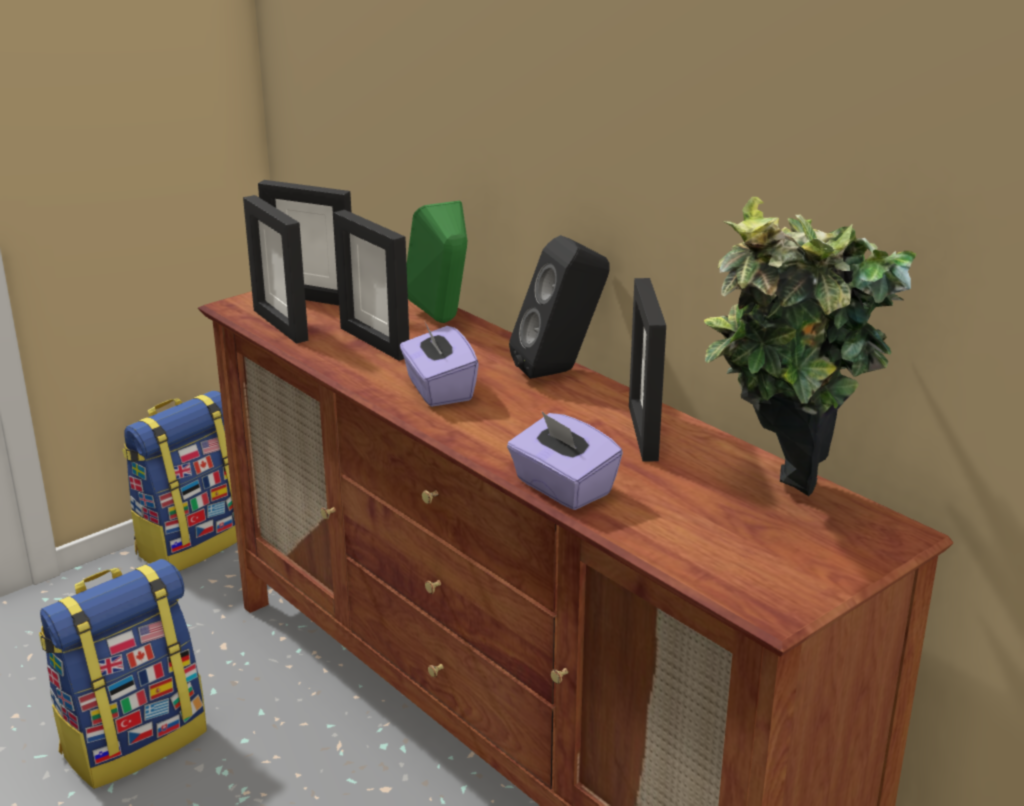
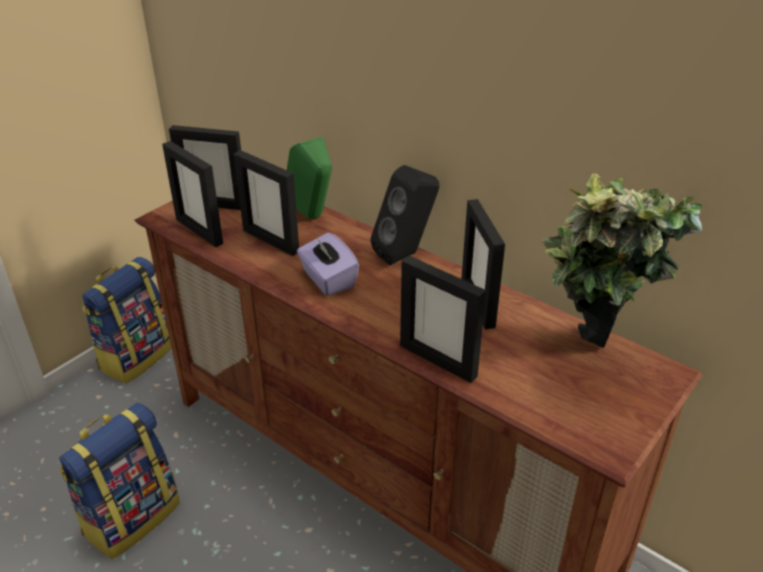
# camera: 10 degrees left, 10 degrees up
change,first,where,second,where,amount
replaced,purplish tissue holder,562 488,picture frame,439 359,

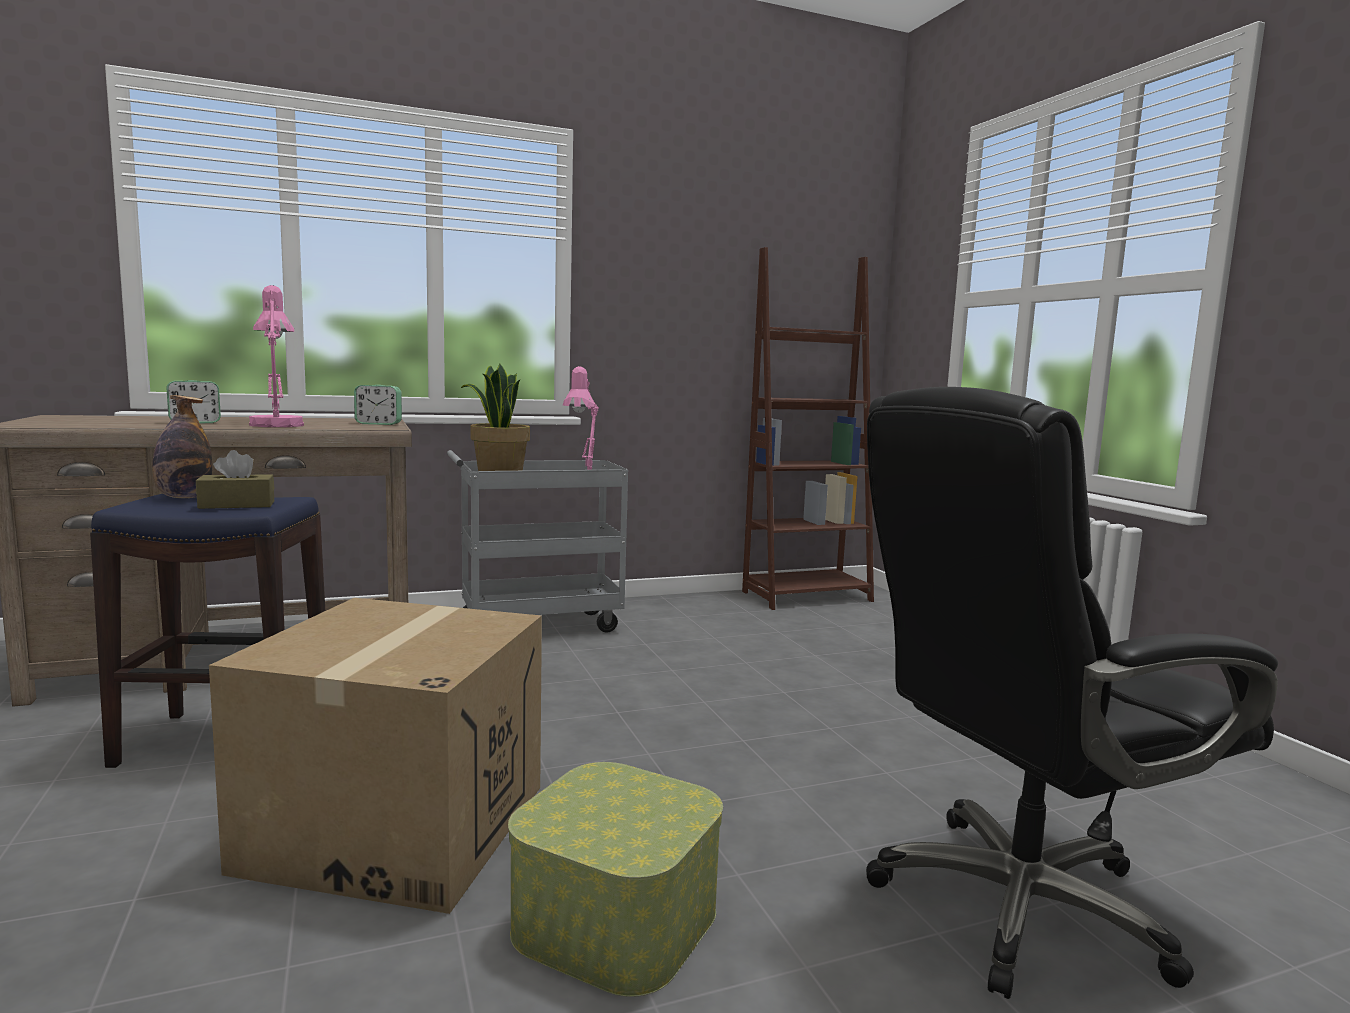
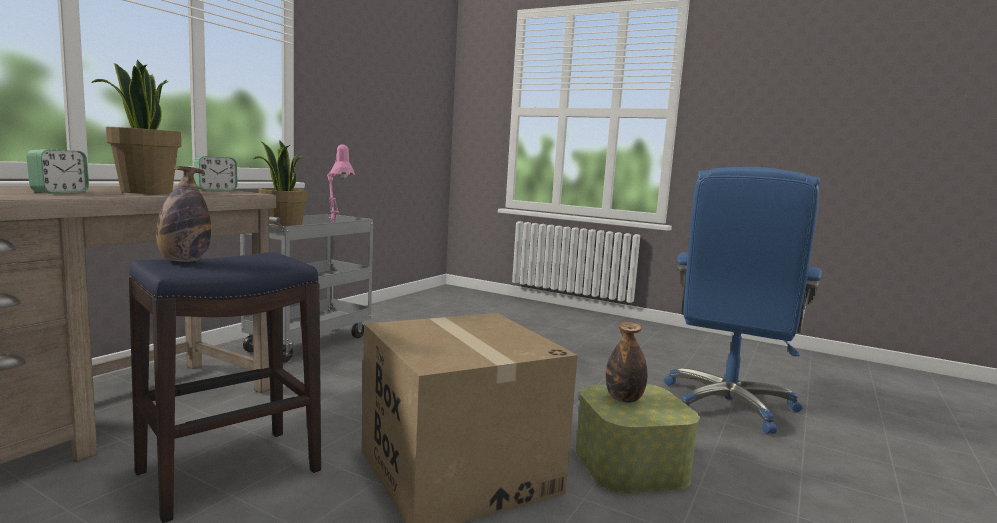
# camera: 40 degrees left, 0 degrees up
change,first,where,second,where,amount
removed,brown shelving unit,806 596,,,
replaced,pinkish tabletop lamp,277 424,potted plant,145 192,
recoloured,black office chair,1024 902,bluish office chair,728 402,
removed,brown tissue holder,237 505,,,
added,,,drink bottle,624 399,

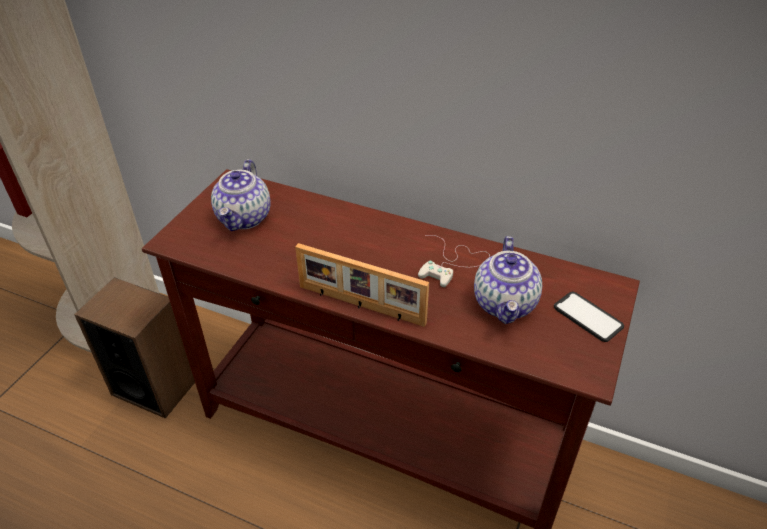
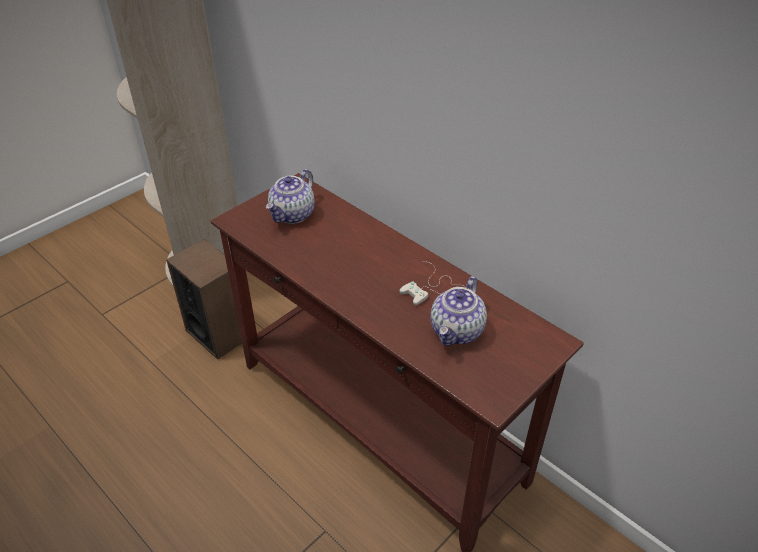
# camera: 20 degrees right, 0 degrees up
change,first,where,second,where,amount
removed,picture frame,360 306,,,
removed,telephone,587 317,,,

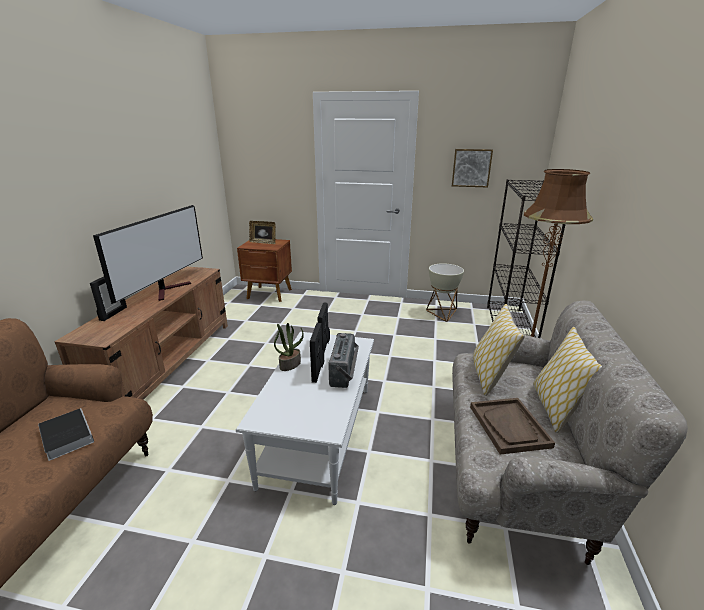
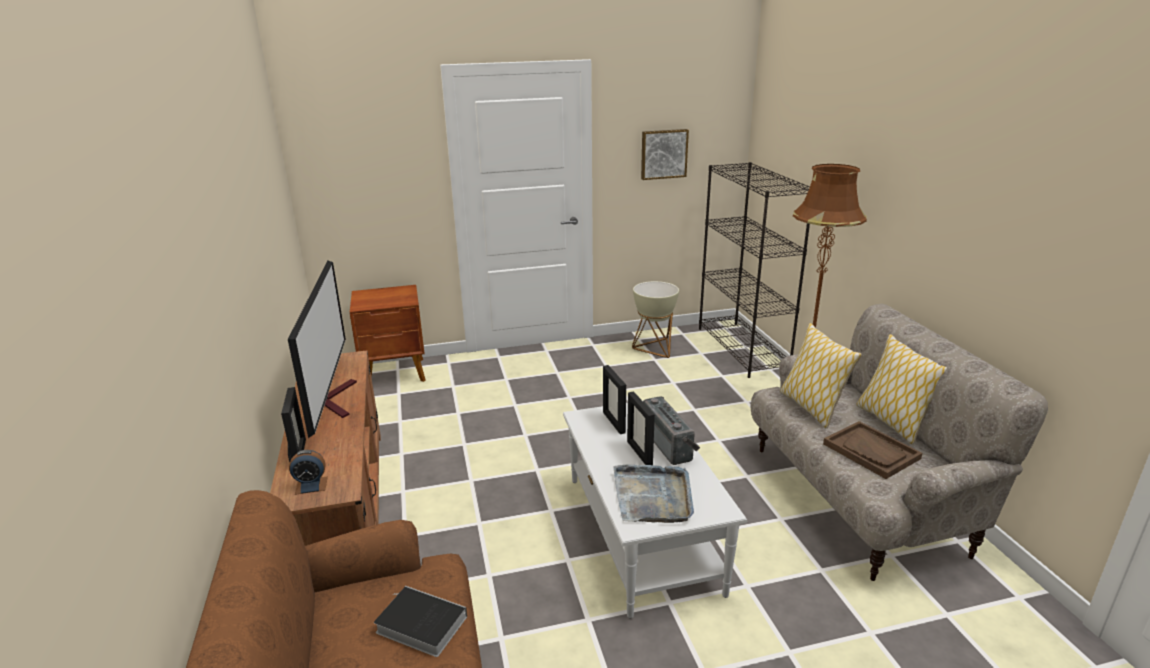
# camera: 25 degrees left, 0 degrees up
change,first,where,second,where,amount
removed,picture frame,263 242,,,
removed,potted plant,290 364,,,
added,,,bedside clock,311 485,
added,,,greyish serving tray,653 496,

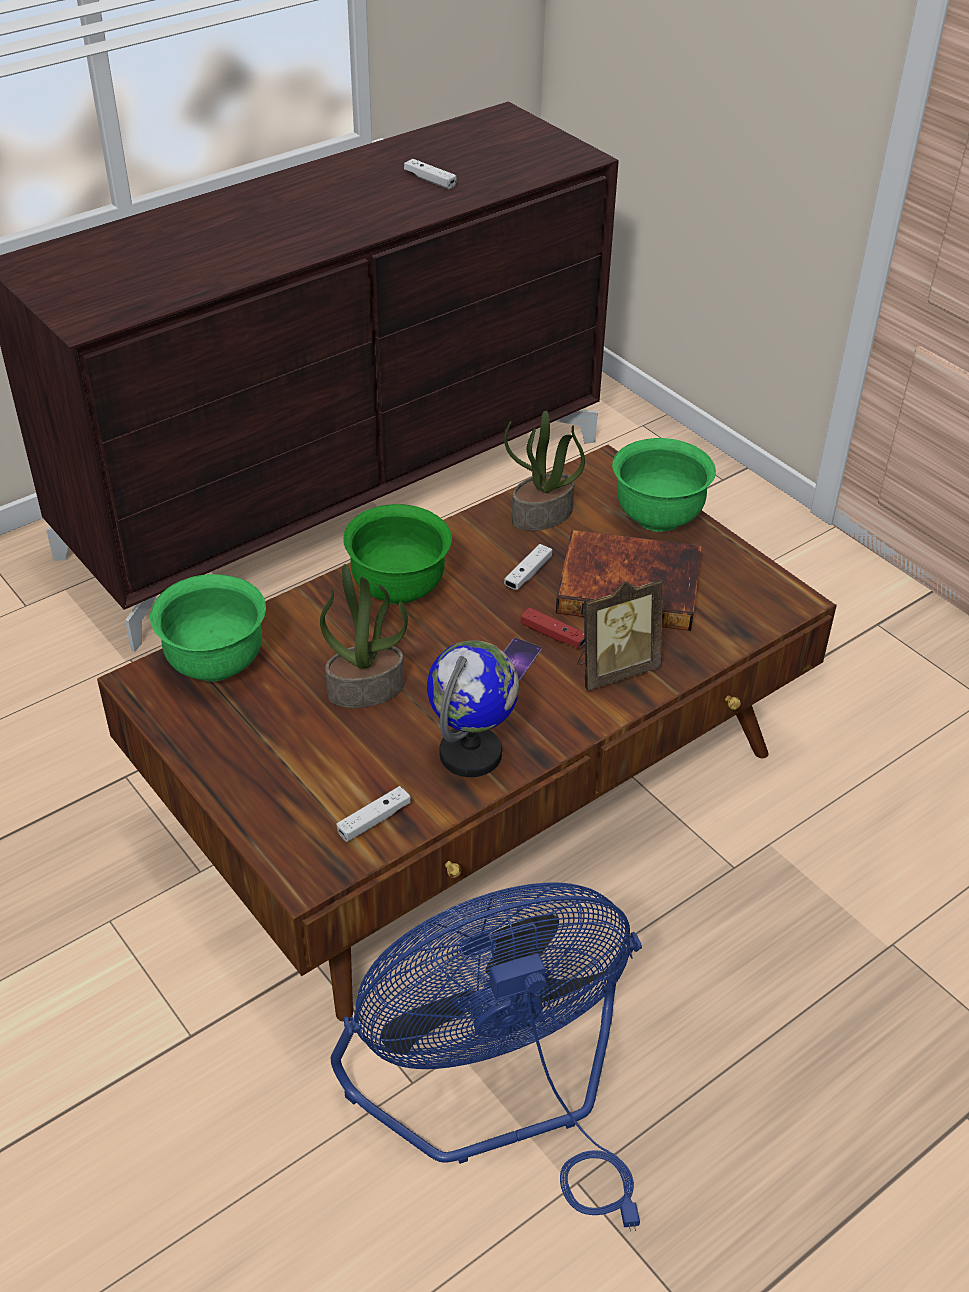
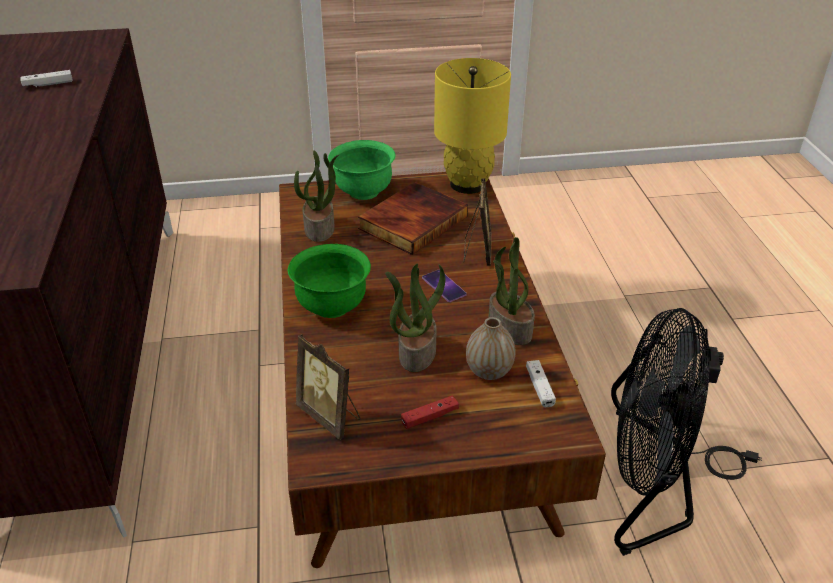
# camera: 60 degrees left, 5 degrees down
change,first,where,second,where,amount
removed,white-coloured gamepad,528 574,,,
replaced,green-coloured bowl,216 663,picture frame,330 416,
moved,red-coloured gamepad,553 635,,429 417,
replaced,globe,471 754,potted plant,508 328,
recoloured,bluish fan,511 1101,black fan,658 476,
added,,,yellowish tabletop lamp,467 184,
added,,,decorative vase,489 371,

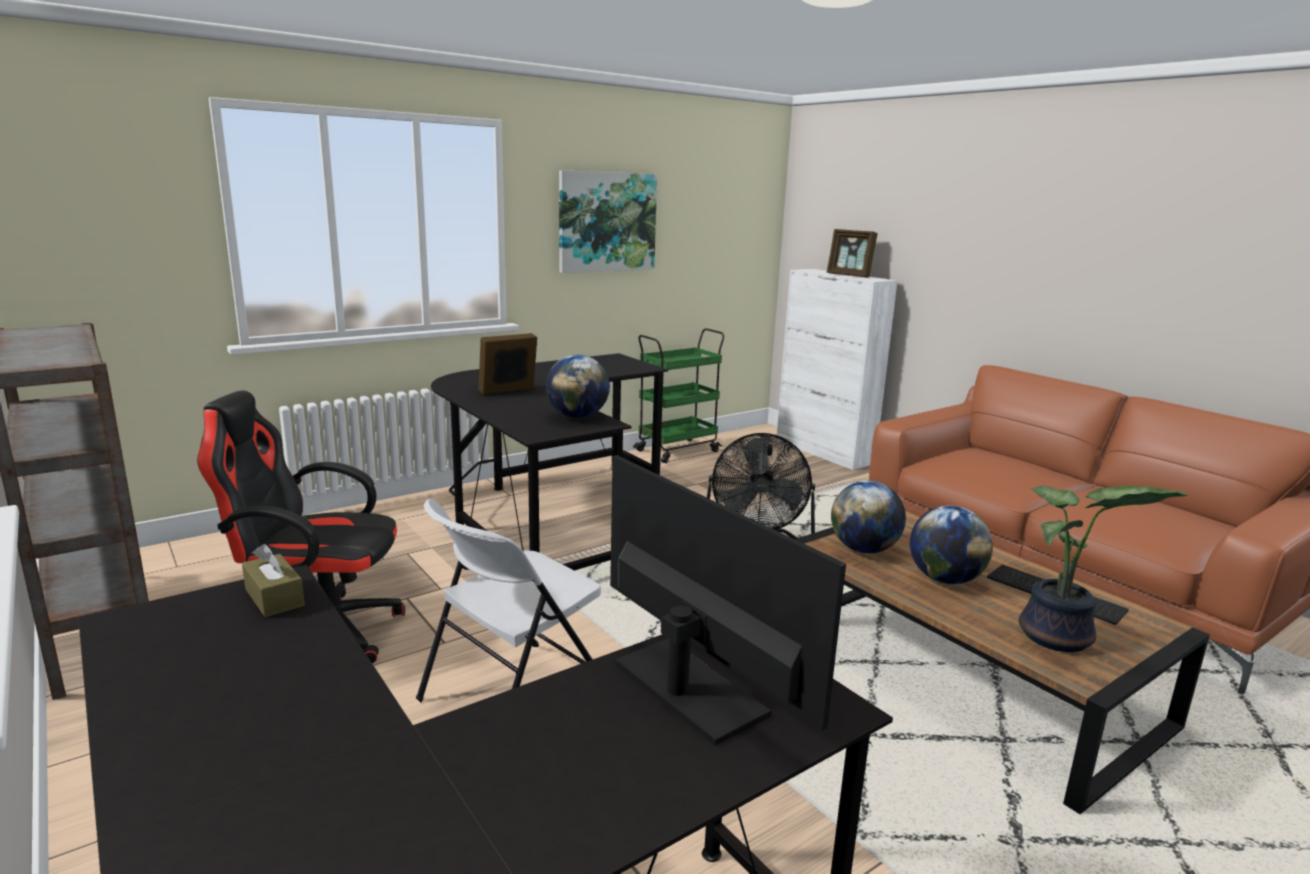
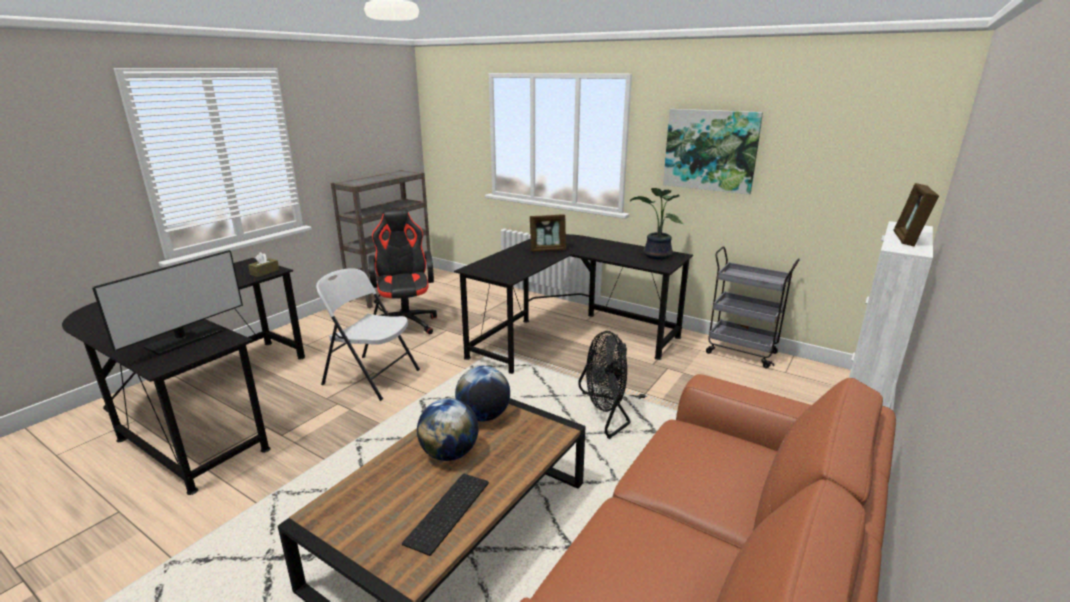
# camera: 70 degrees right, 5 degrees up
change,first,where,second,where,amount
recoloured,green-coloured wheeled cart,678 451,greyish wheeled cart,742 353,
turned,picture frame,508 391,,548 250,135 degrees clockwise
removed,globe,577 416,,,
moved,potted plant,1057 639,,656 256,

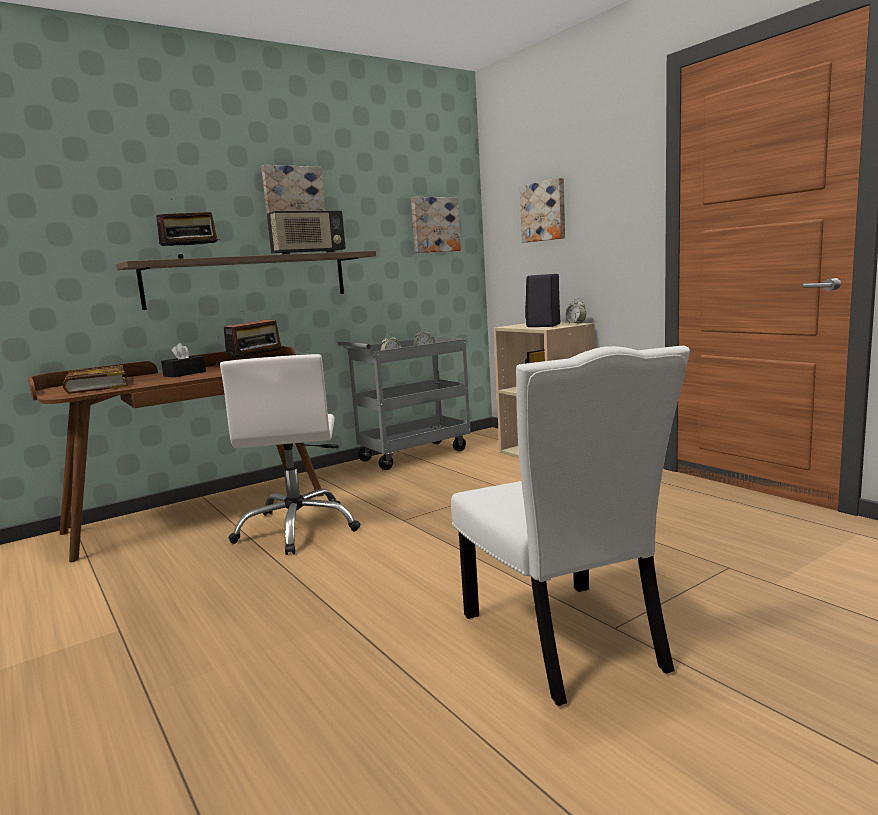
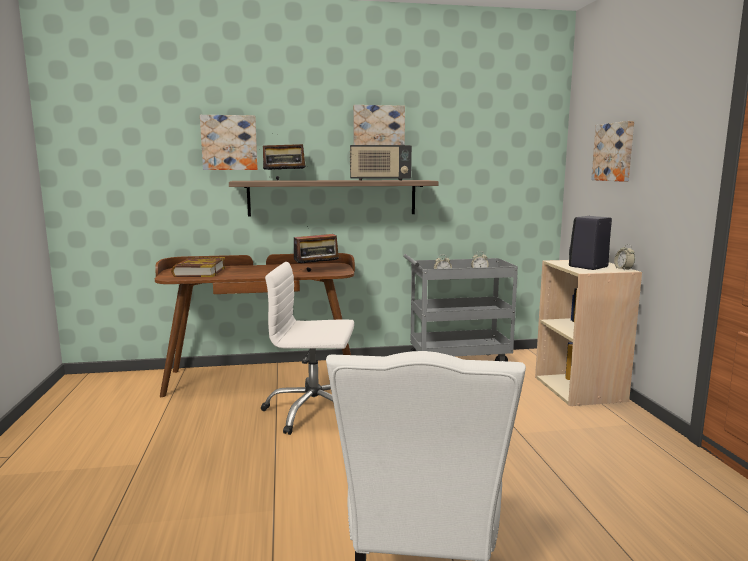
# camera: 25 degrees right, 0 degrees up
change,first,where,second,where,amount
moved,picture,434 225,,229 143,
removed,black tissue holder,185 374,,,
turned,white-coloured office chair,298 529,,313 411,75 degrees clockwise

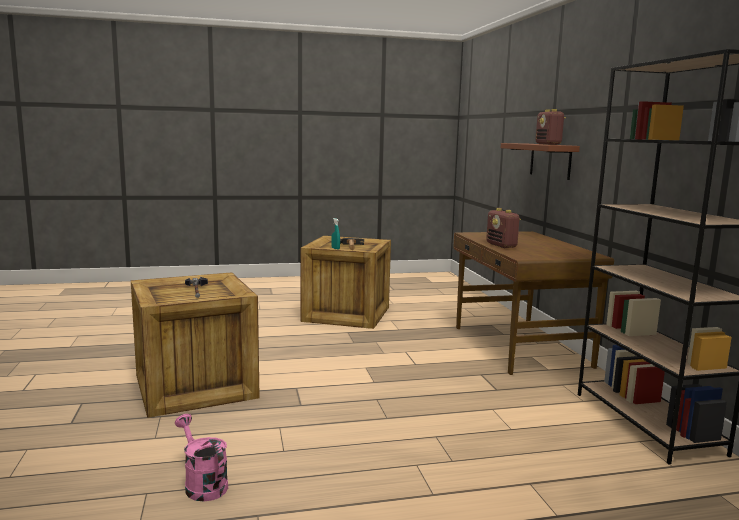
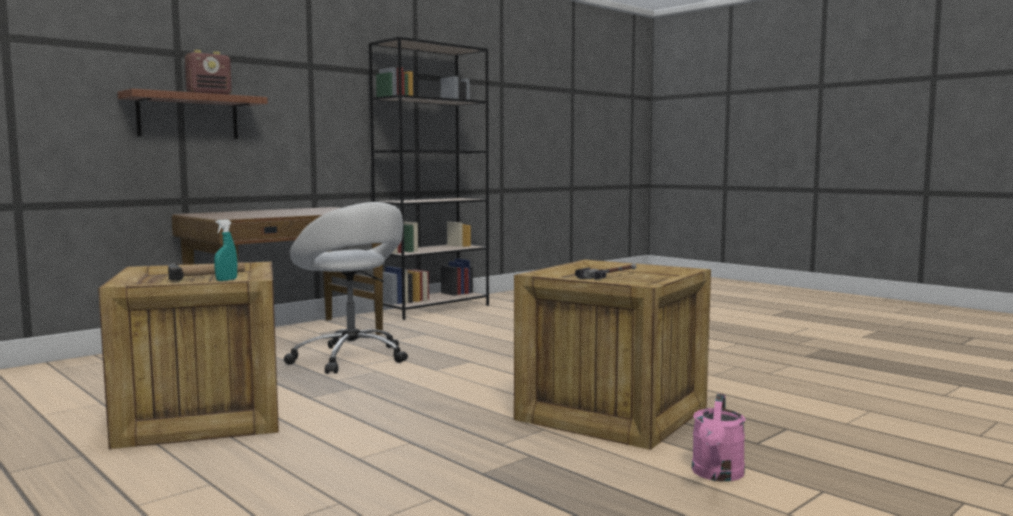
# camera: 120 degrees left, 5 degrees down
change,first,where,second,where,amount
removed,radio,501 245,,,
moved,pinkish watering pot,202 484,,717 475,
added,,,white-coloured office chair,352 359,

